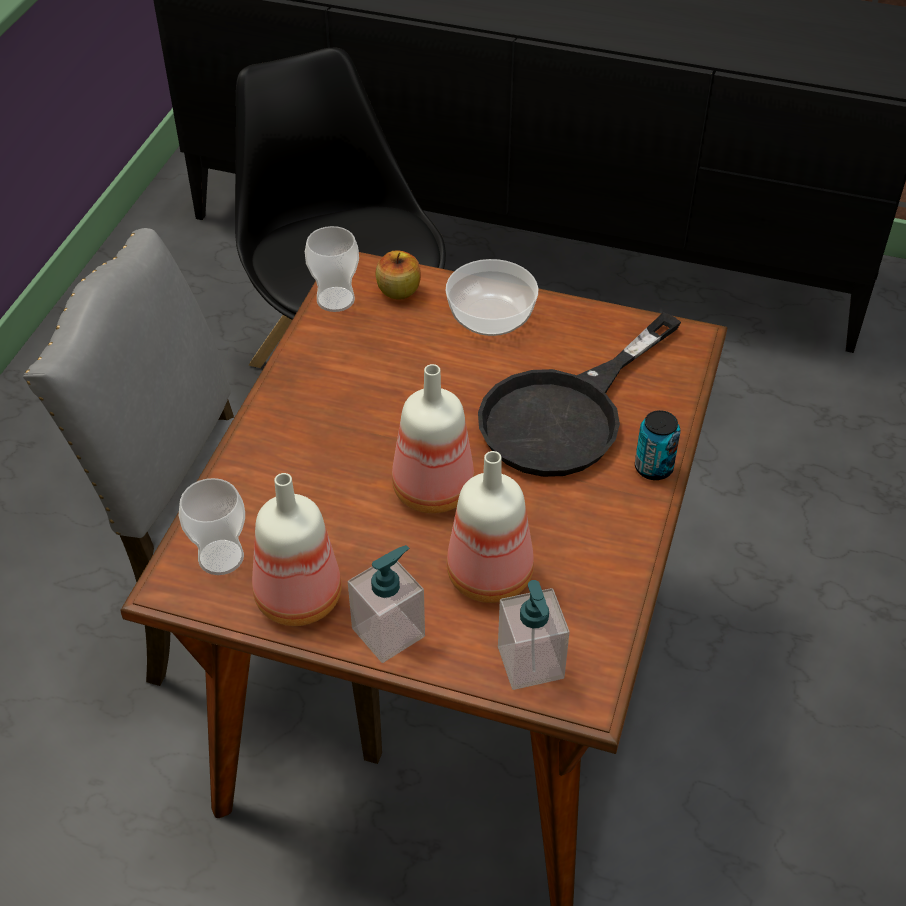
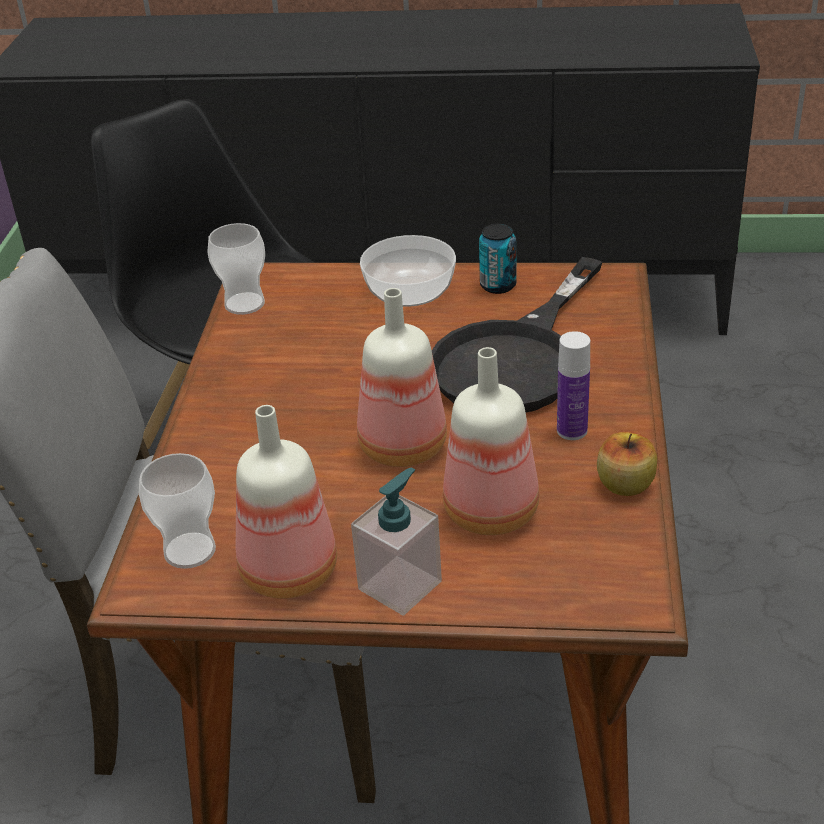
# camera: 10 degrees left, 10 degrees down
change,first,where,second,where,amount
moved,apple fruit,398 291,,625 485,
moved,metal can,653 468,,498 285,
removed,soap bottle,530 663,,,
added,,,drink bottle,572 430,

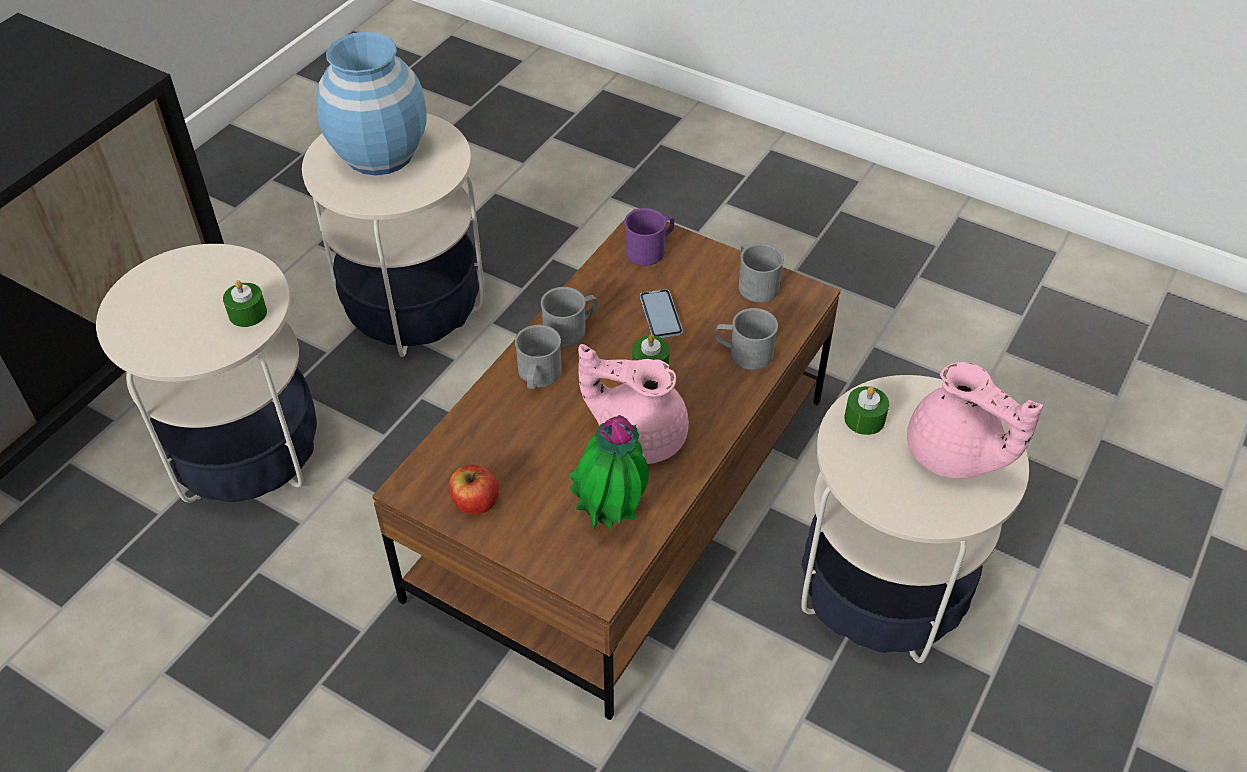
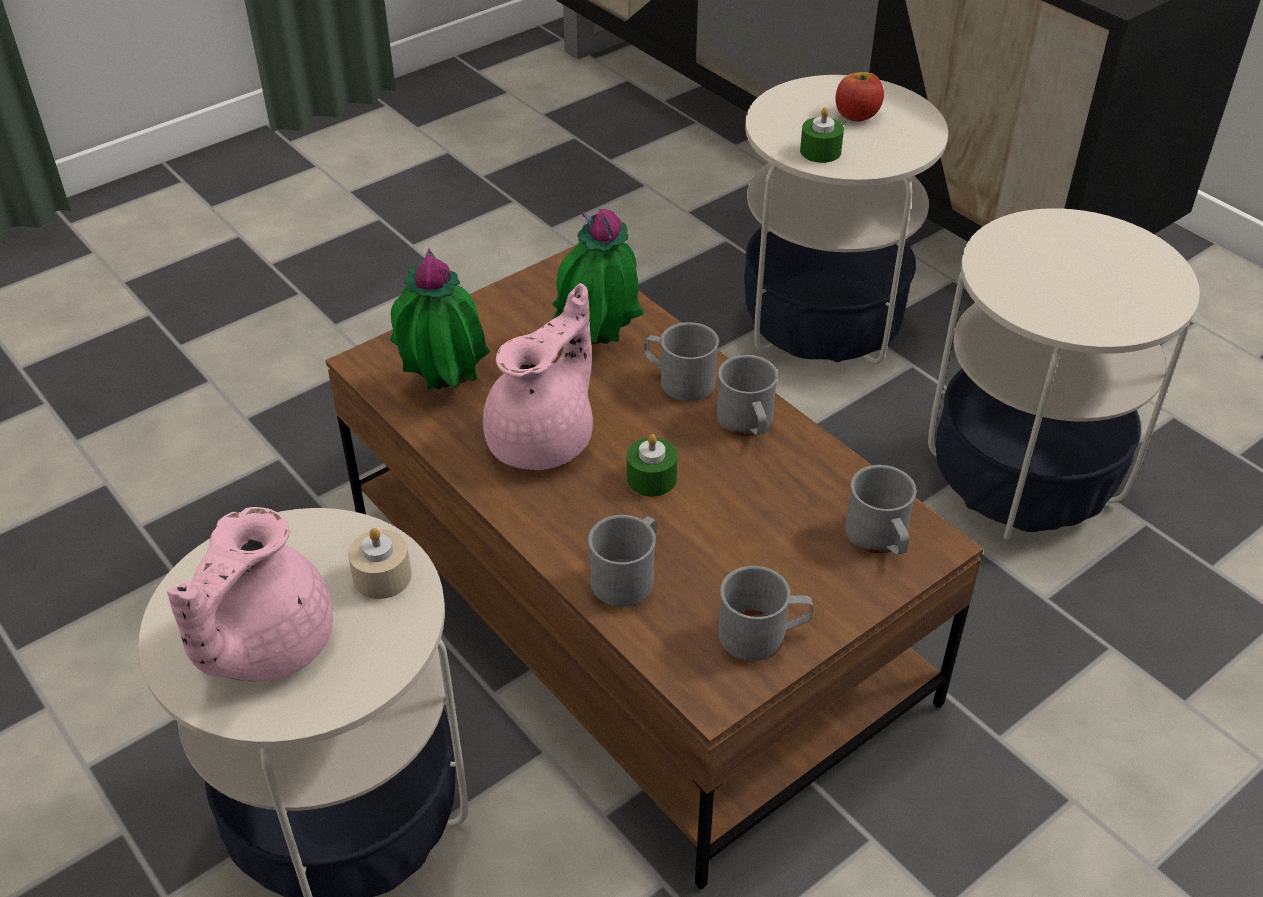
# camera: 110 degrees right, 5 degrees down
change,first,where,second,where,amount
removed,bluish decorative vase,380 153,,,
recoloured,purplish mug,650 249,greyish mug,880 539,
removed,telephone,660 315,,,
turned,pinkish teapot,954 455,,263 646,45 degrees counterclockwise
recoloured,green-coloured wax light,864 419,sand-coloured wax light,382 576,
moved,apple fruit,475 502,,856 115,
added,,,potted plant,597 347,

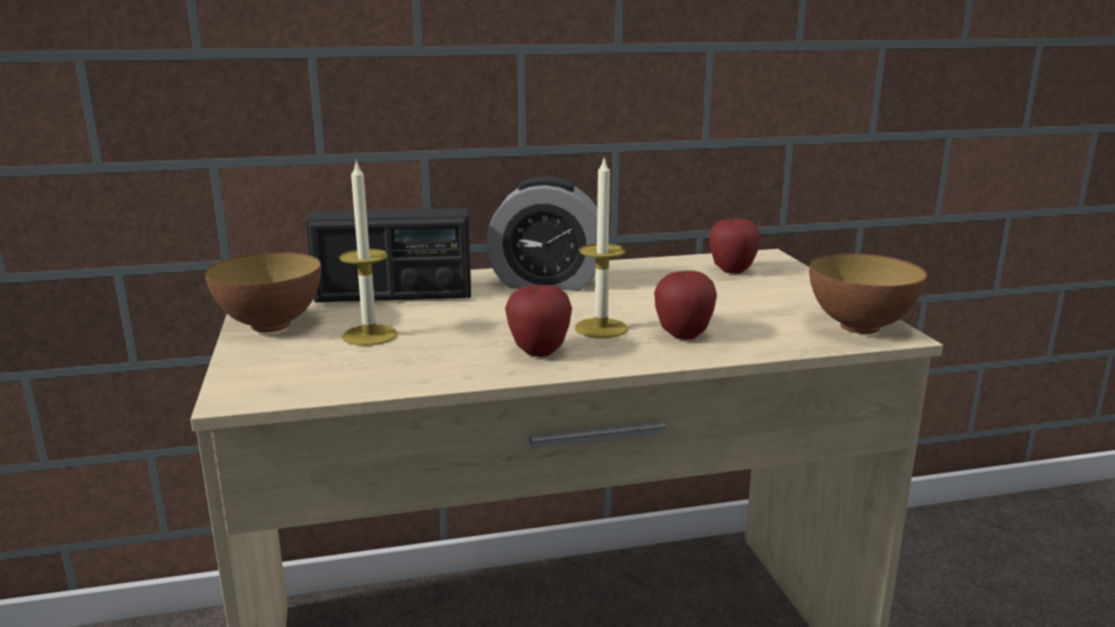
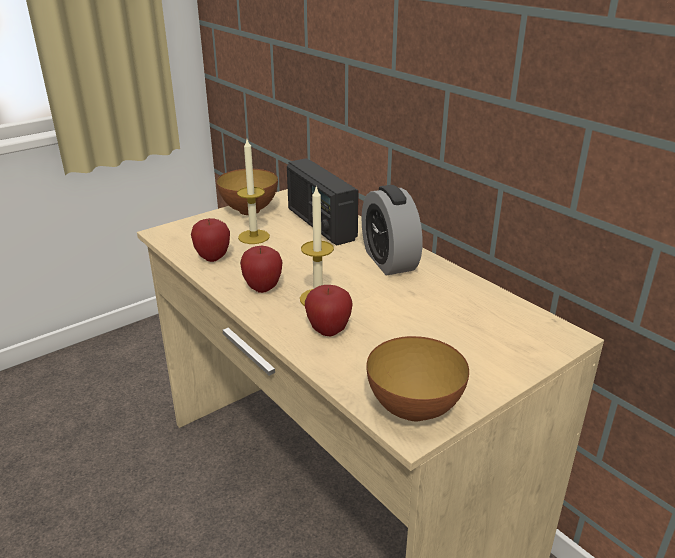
# camera: 65 degrees right, 10 degrees up
change,first,where,second,where,amount
moved,apple fruit,732 271,,213 258,

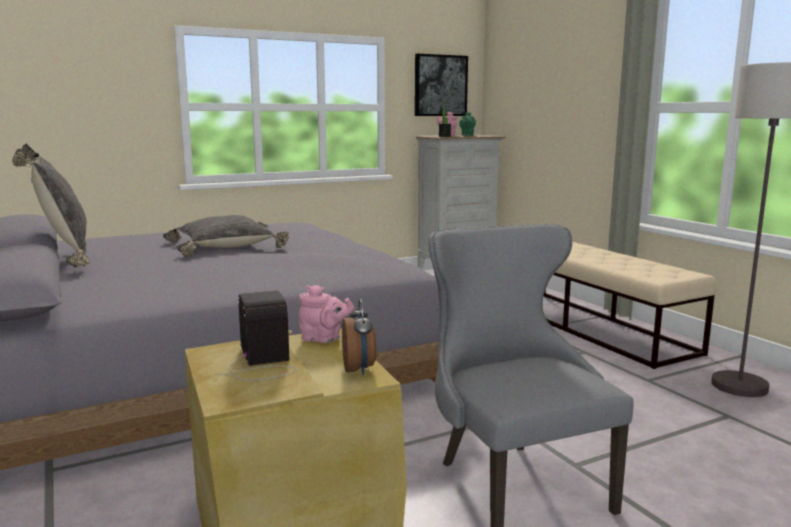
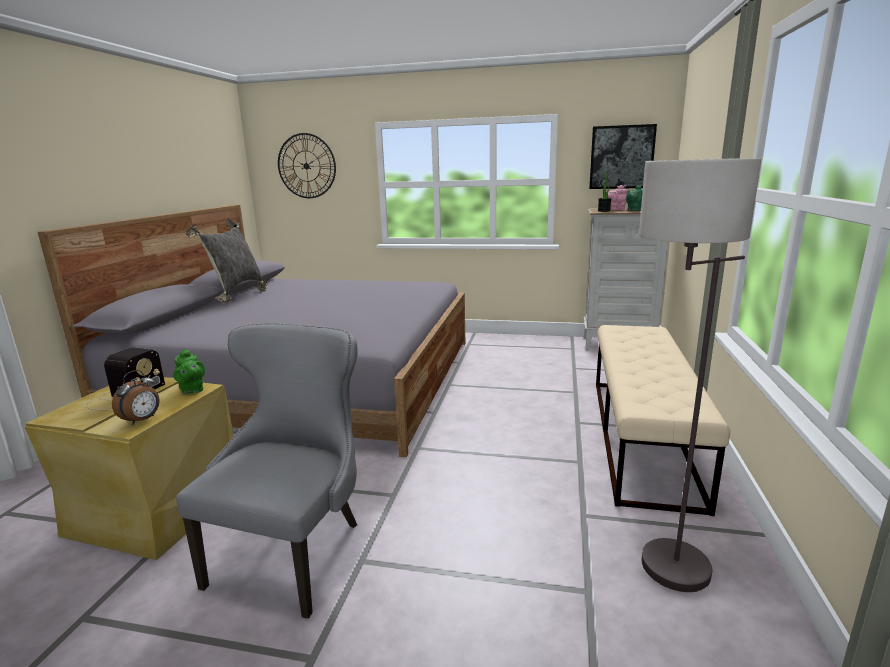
# camera: 40 degrees right, 5 degrees up
change,first,where,second,where,amount
removed,throw pillow,226 245,,,
recoloured,pinkish teapot,324 339,green-coloured teapot,192 390,
added,,,wall clock,306 166,

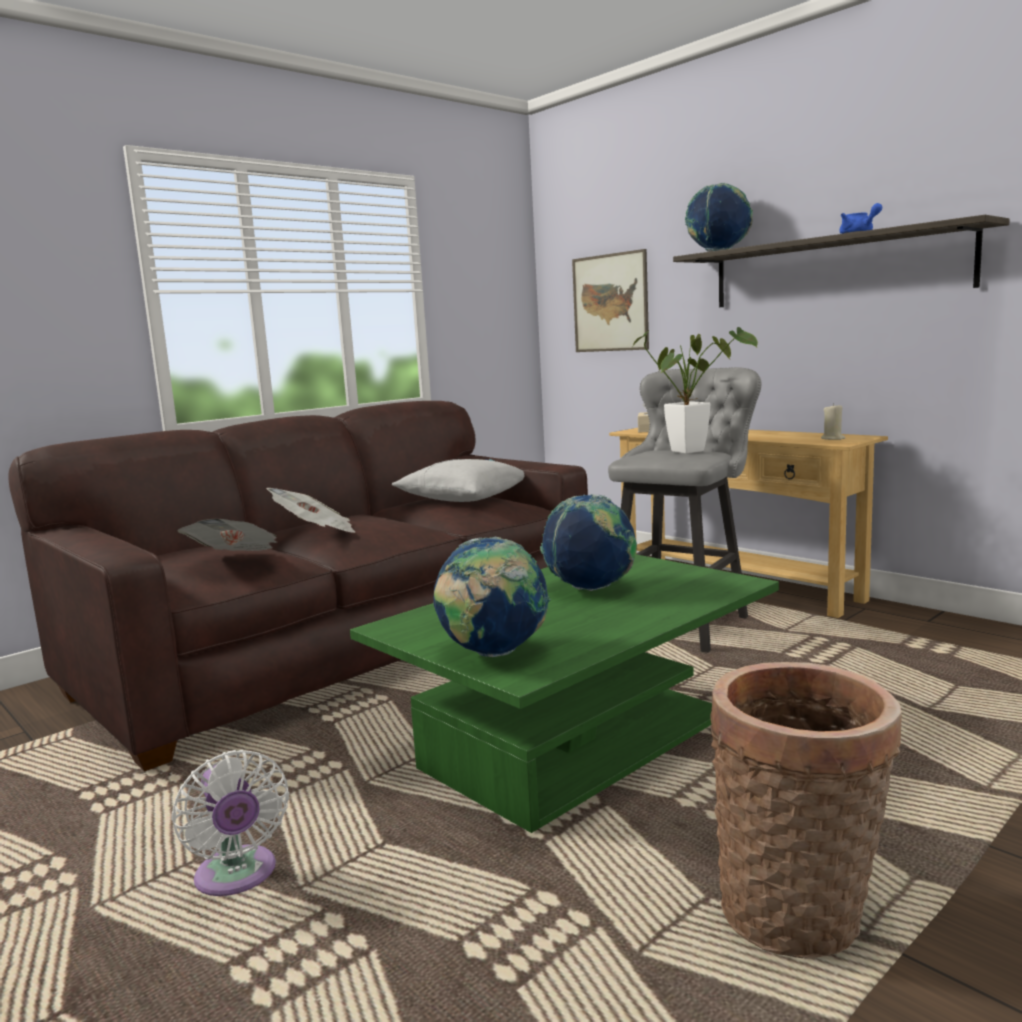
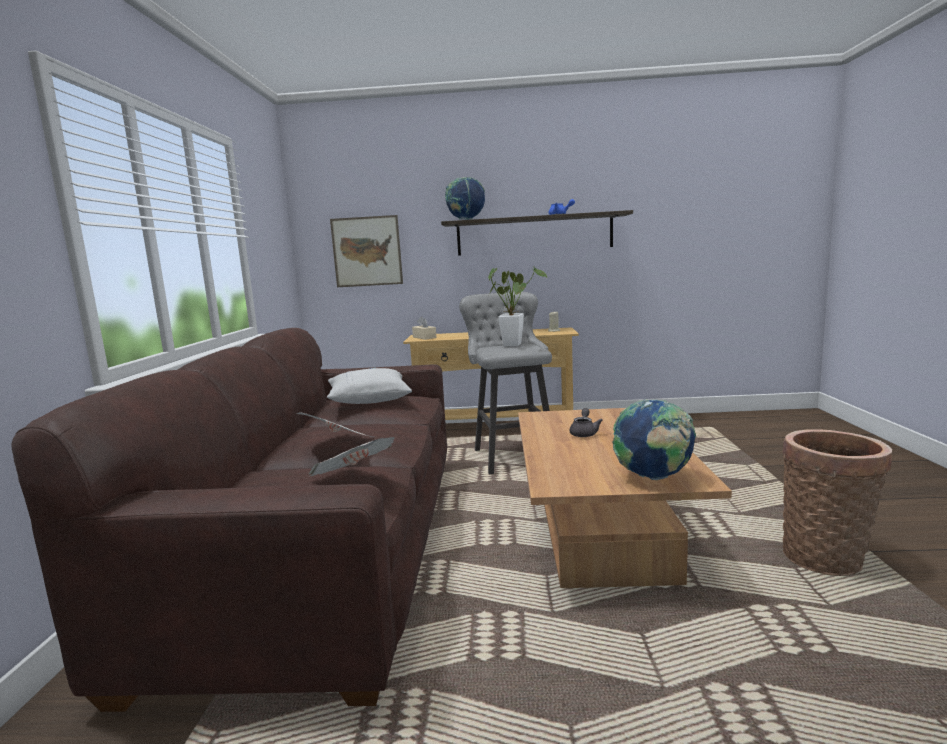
# camera: 45 degrees left, 0 degrees up
change,first,where,second,where,amount
replaced,globe,591 589,greyish teapot,584 433,
recoloured,green-coloured coffee table,579 742,brown coffee table,601 533,
removed,white-coloured fan,237 878,,,

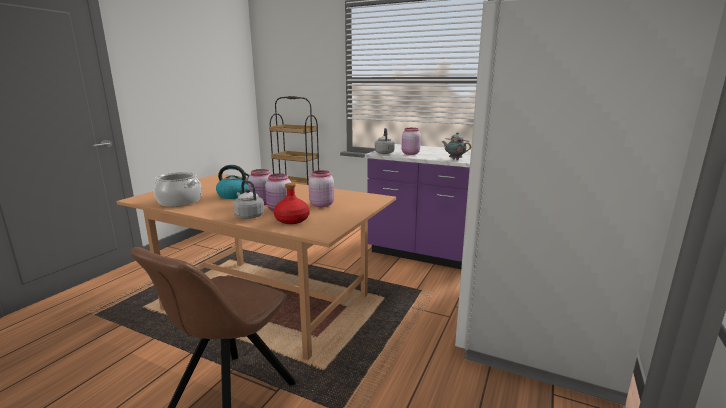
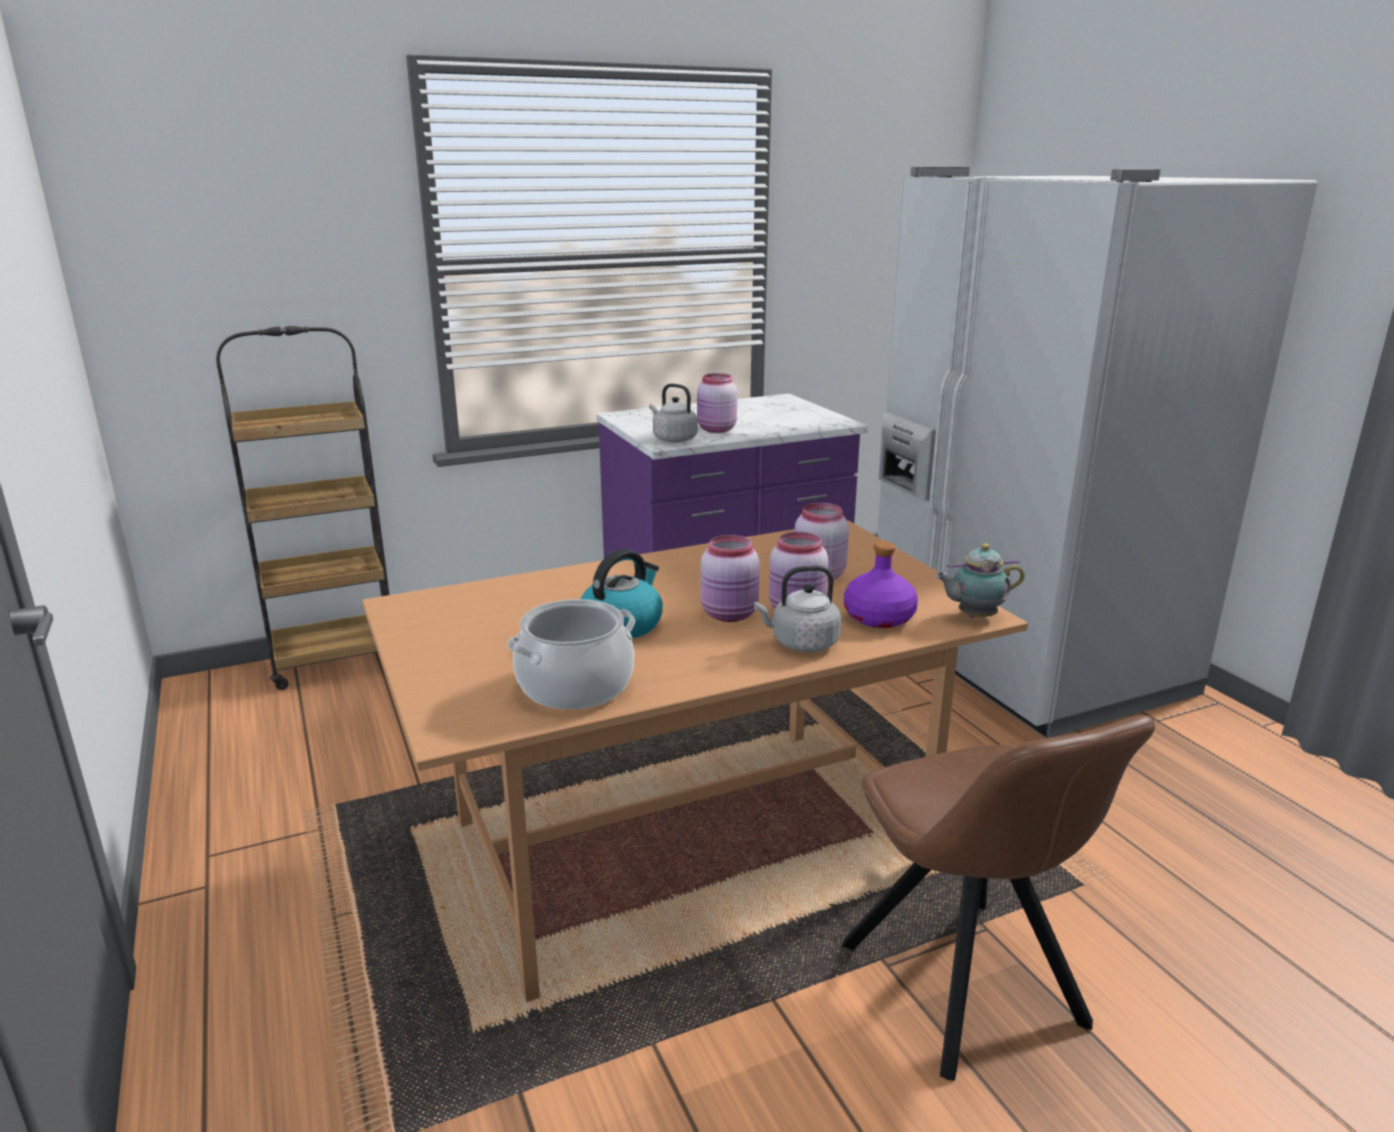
# camera: 50 degrees left, 5 degrees up
change,first,where,second,where,amount
moved,teapot,454 159,,974 616,
recoloured,red-coloured drink bottle,291 220,purplish drink bottle,878 617,

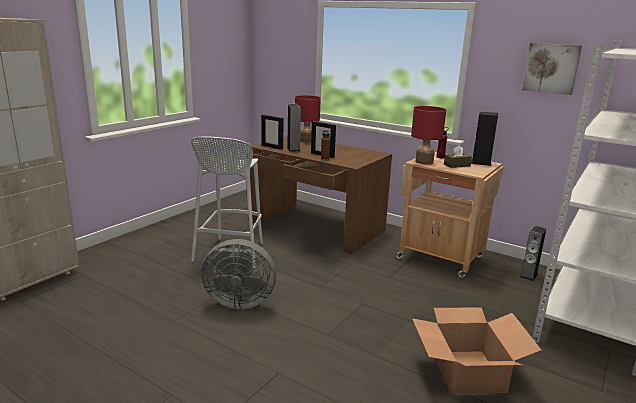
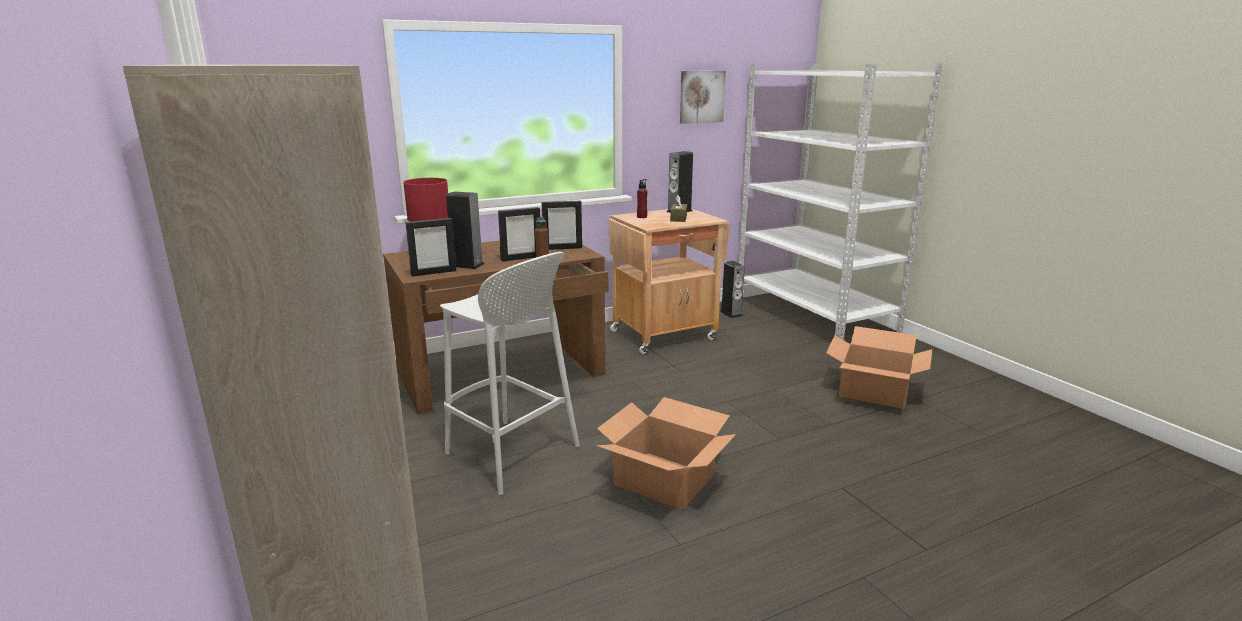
# camera: 60 degrees left, 0 degrees up
change,first,where,second,where,amount
removed,red-coloured tabletop lamp,424 162,,,
replaced,greyish fan,238 301,carton,664 479,
added,,,picture frame,562 248,

